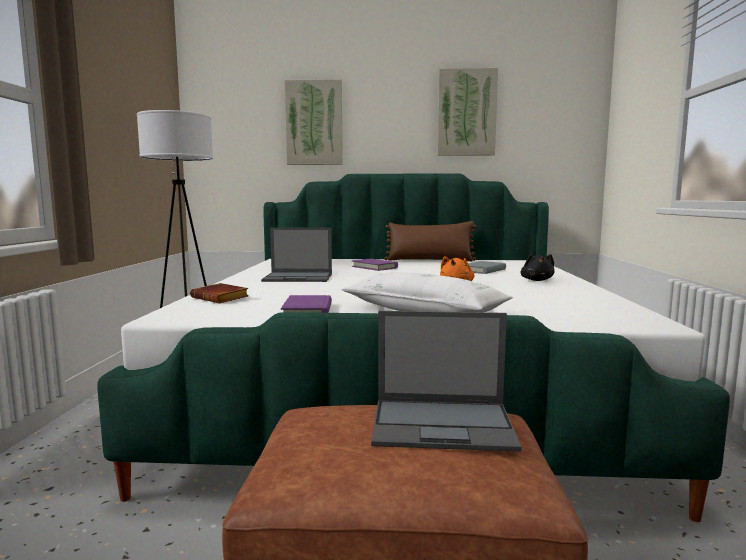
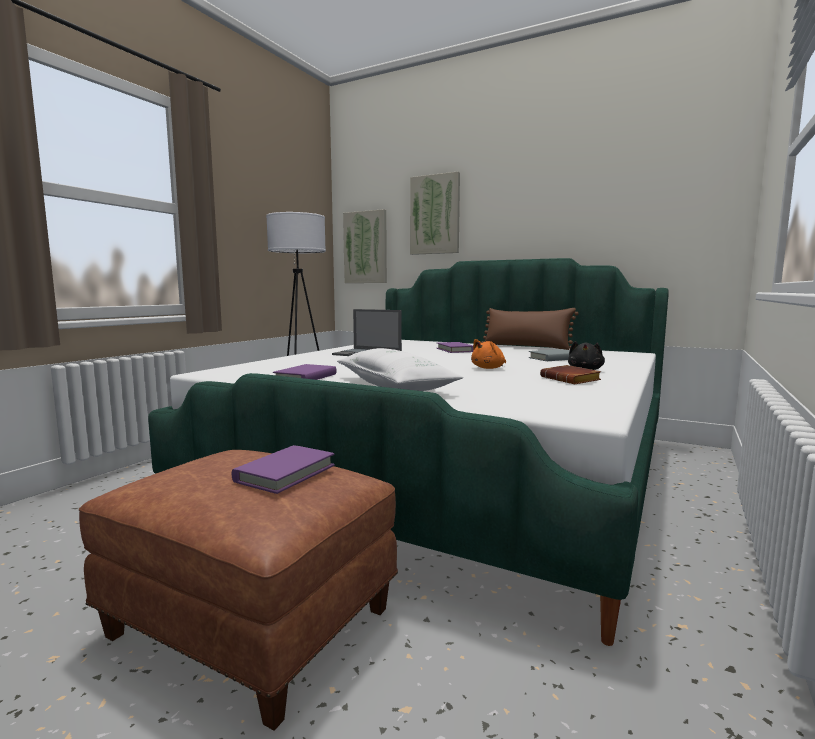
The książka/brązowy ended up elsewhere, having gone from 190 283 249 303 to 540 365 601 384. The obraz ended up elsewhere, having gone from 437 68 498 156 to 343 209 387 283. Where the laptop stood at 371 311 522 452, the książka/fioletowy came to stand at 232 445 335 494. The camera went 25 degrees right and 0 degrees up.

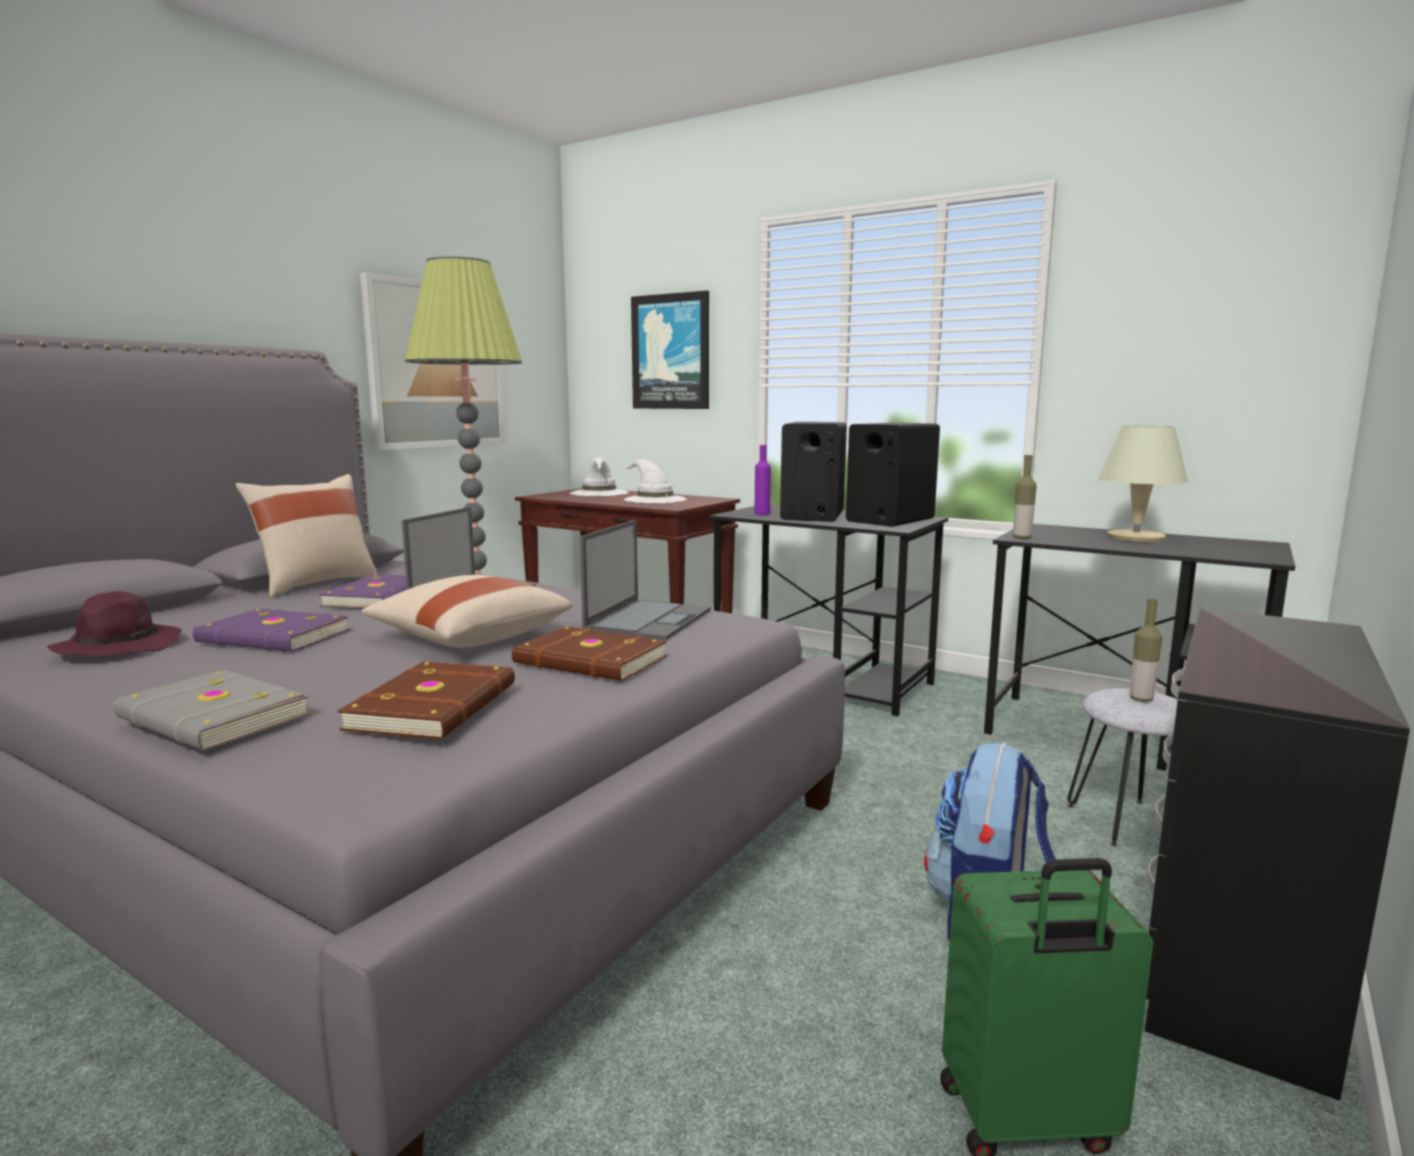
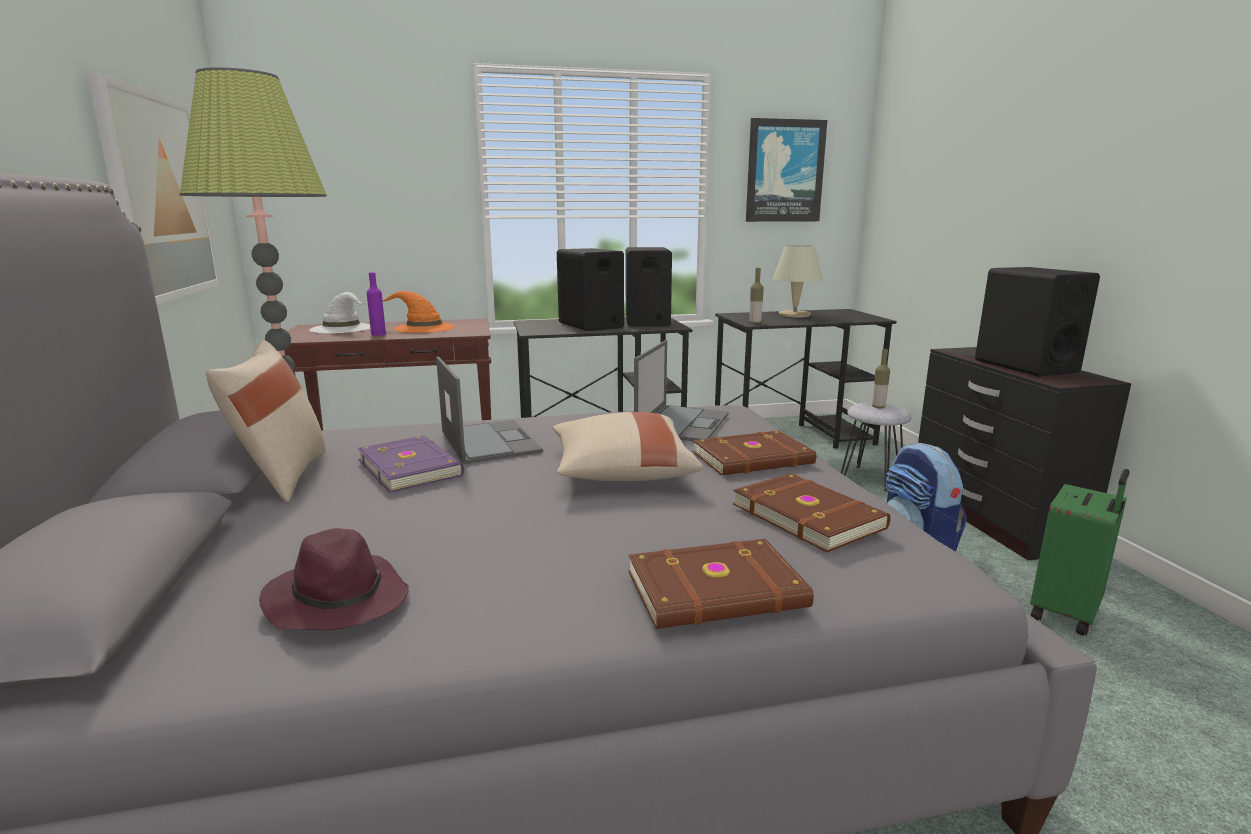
The second view lost the książka/fioletowy at 193 609 349 652. The second view gained the głośnik/czarny at 975 267 1100 377. The obraz ended up elsewhere, having gone from 631 291 709 409 to 746 118 827 222. The butelka/fioletowy ended up elsewhere, having gone from 754 445 771 515 to 366 272 386 336. What was the książka/szary at 113 670 311 750 turned into the książka/brązowy at 628 539 814 629. What was the kapelusz/biały at 624 459 687 503 turned into the kapelusz/pomarańczowy at 382 291 455 333. The laptop at 580 520 711 640 ended up facing another way, 45 degrees clockwise from before. The camera went 45 degrees left and 5 degrees up.

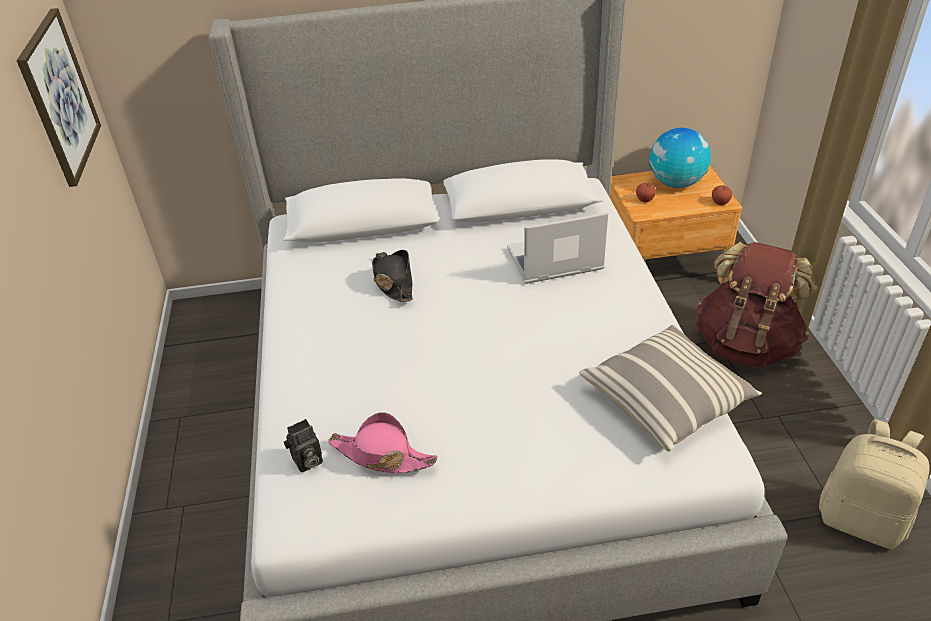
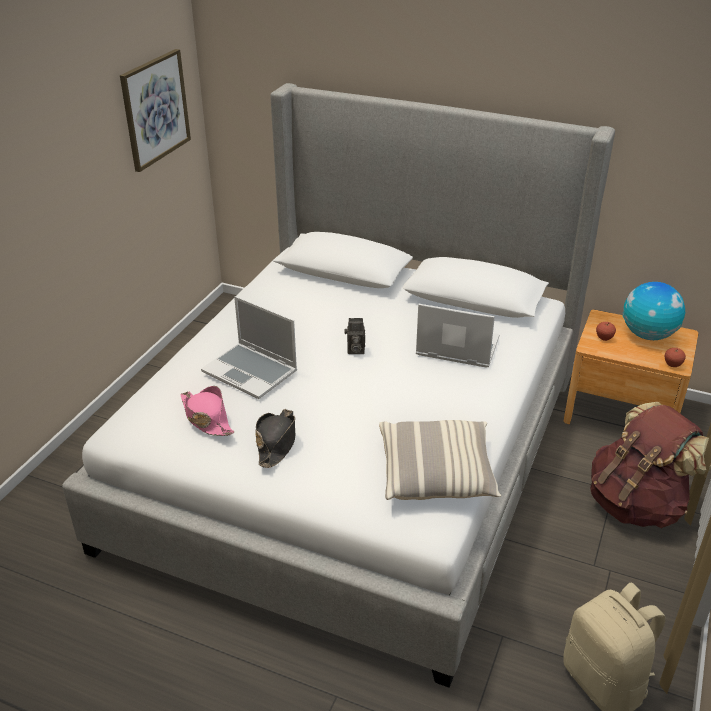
The second view gained the laptop at 201 296 297 399. The aparat fotograficzny ended up elsewhere, having gone from 284 419 323 473 to 344 318 365 354. The kapelusz/czarny ended up elsewhere, having gone from 372 250 413 302 to 255 409 295 468. The camera went 30 degrees right and 5 degrees down.

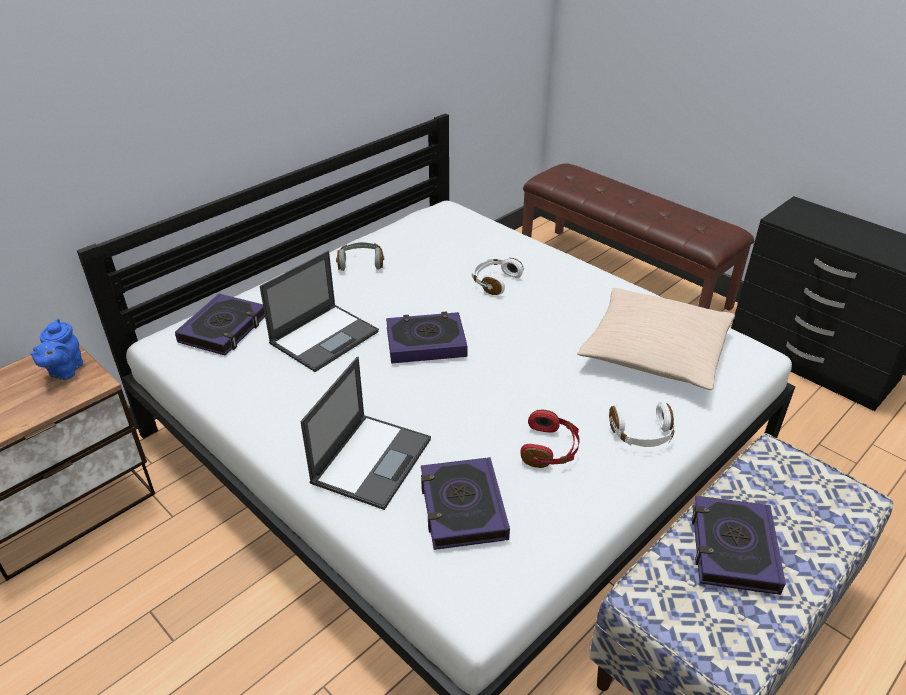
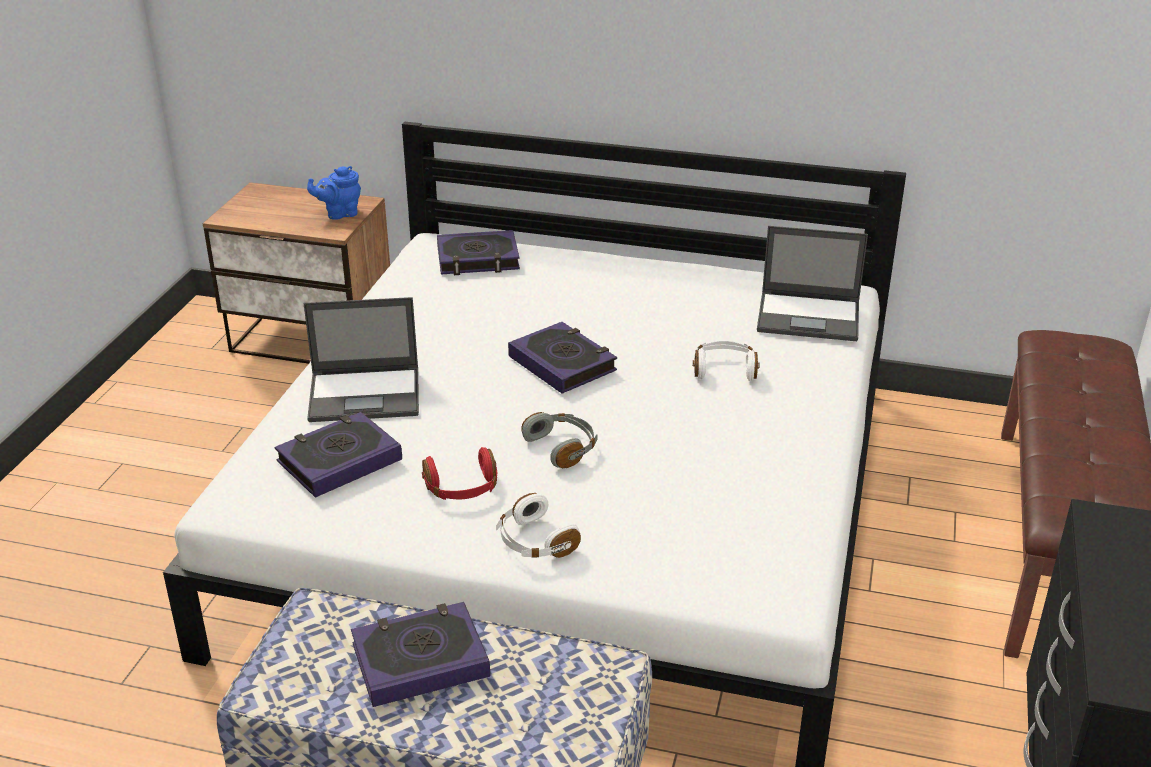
The second view lost the poduszka/beżowy at 577 288 735 390. The laptop ended up elsewhere, having gone from 260 251 379 372 to 757 226 868 341. The słuchawki/szary ended up elsewhere, having gone from 336 242 384 271 to 521 412 597 468. The camera went 60 degrees right and 5 degrees down.

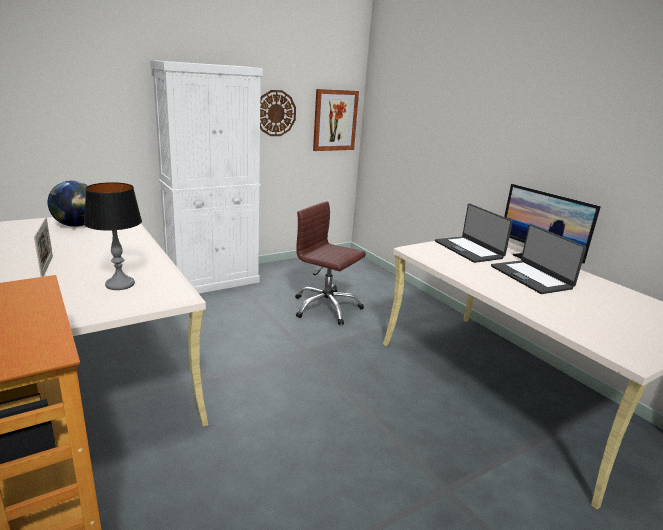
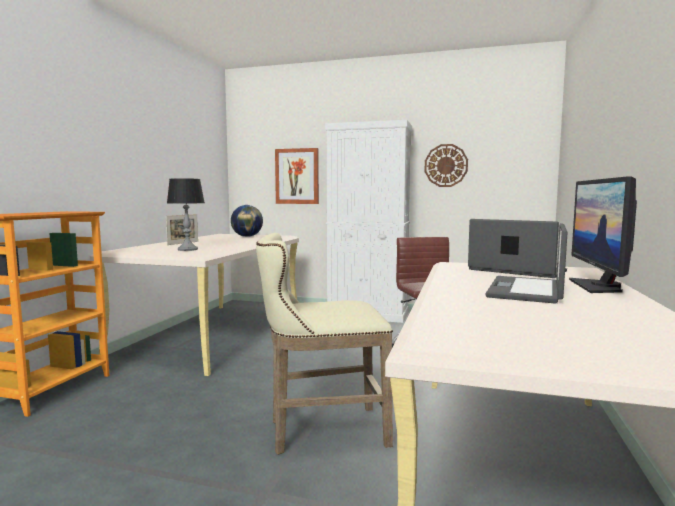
The second view gained the stołek/beżowy at 256 233 393 455. The obraz ended up elsewhere, having gone from 313 89 359 151 to 275 148 319 204. The laptop at 435 203 513 263 ended up facing another way, 105 degrees clockwise from before. The camera went 50 degrees right and 15 degrees down.

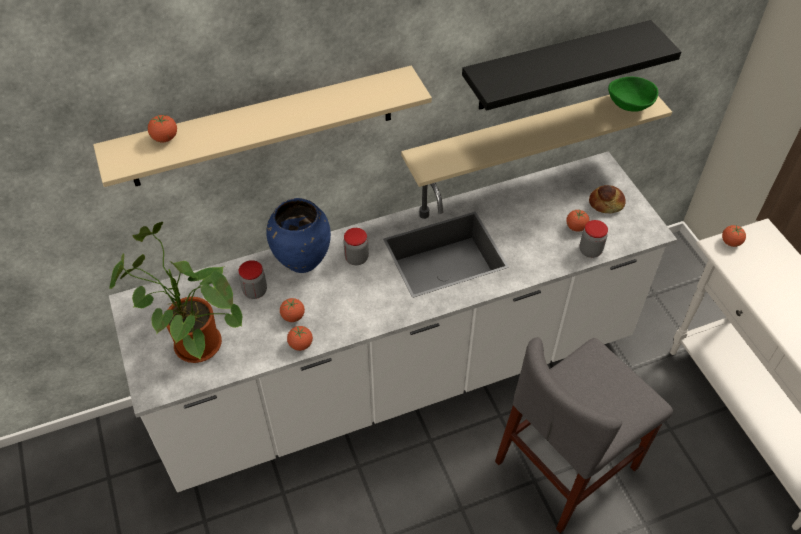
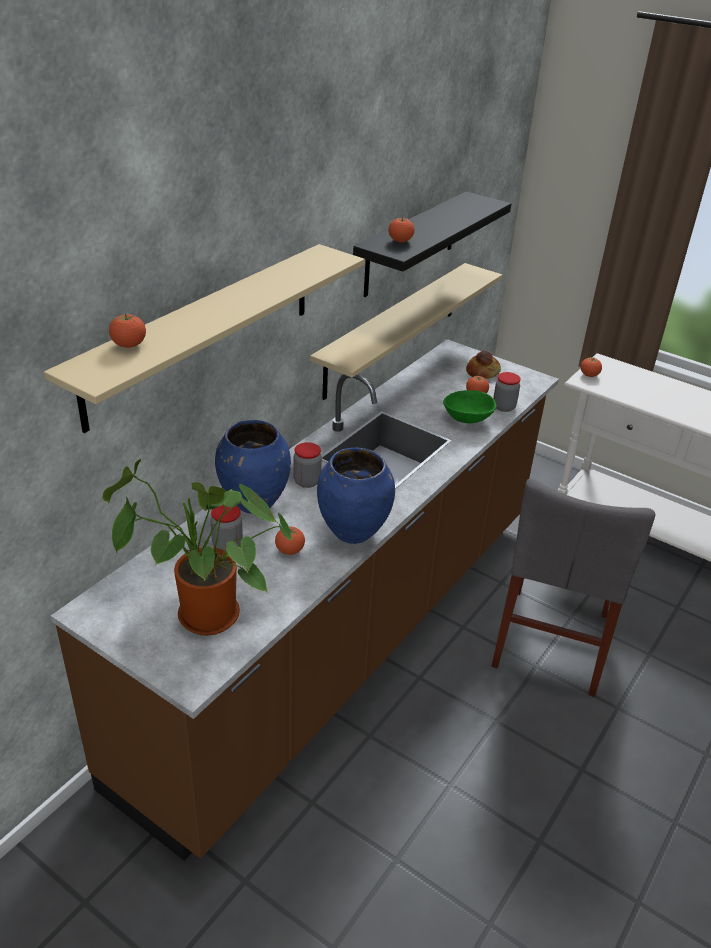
The second view gained the wazon/niebieski at 317 448 395 544. The pomidor ended up elsewhere, having gone from 287 326 313 351 to 388 217 415 242. The miska/zielony ended up elsewhere, having gone from 608 77 658 112 to 443 390 496 423. What was the zabudowa kuchenna/biały at 109 151 677 492 turned into the zabudowa kuchenna/brązowy at 51 339 559 861. The camera went 35 degrees left and 15 degrees down.

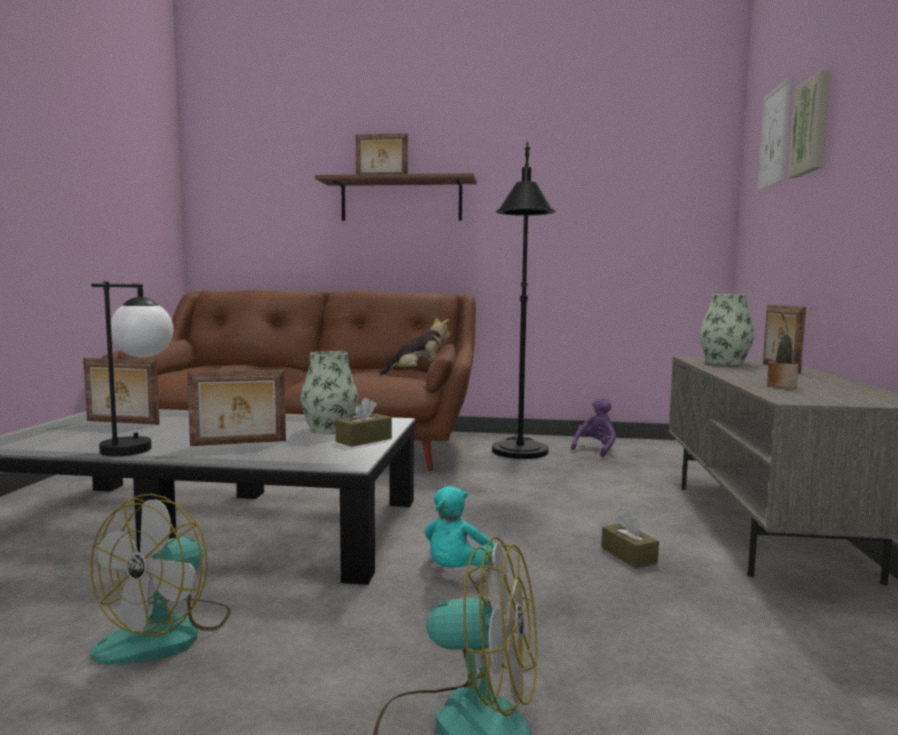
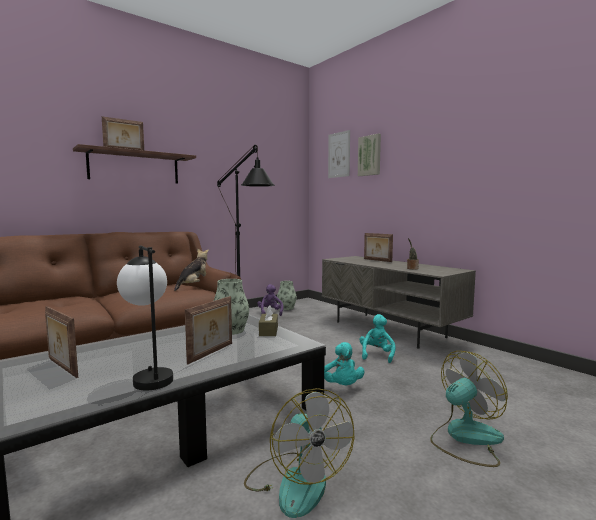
The wazon ended up elsewhere, having gone from 700 294 754 365 to 277 281 297 310. Where the pudełko chusteczek/brązowy stood at 601 512 659 569, the pluszak/turkusowy came to stand at 360 314 396 363. The ramka na zdjęcie at 83 358 160 425 ended up facing another way, 75 degrees clockwise from before. The camera went 45 degrees left and 0 degrees up.

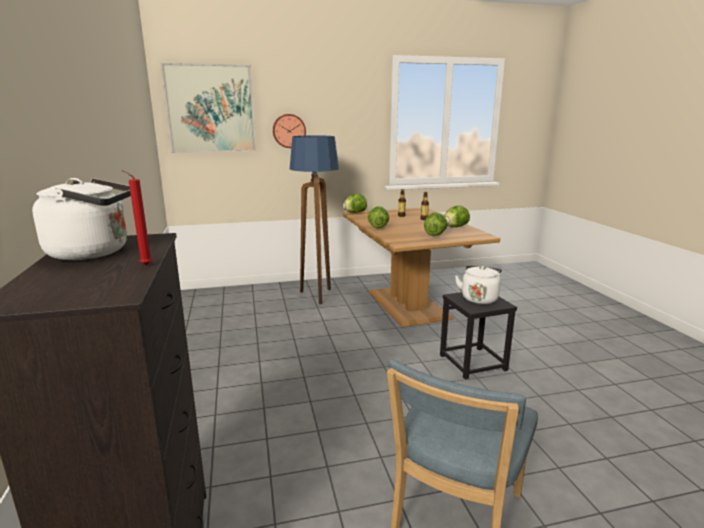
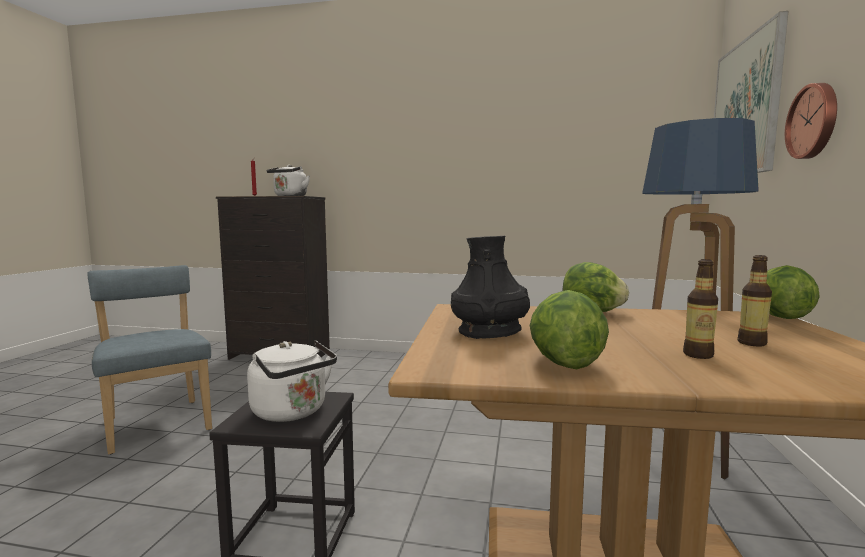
Where the sałata stood at 424 212 448 236, the wazon/czarny came to stand at 451 235 530 339. The camera went 115 degrees right and 10 degrees down.

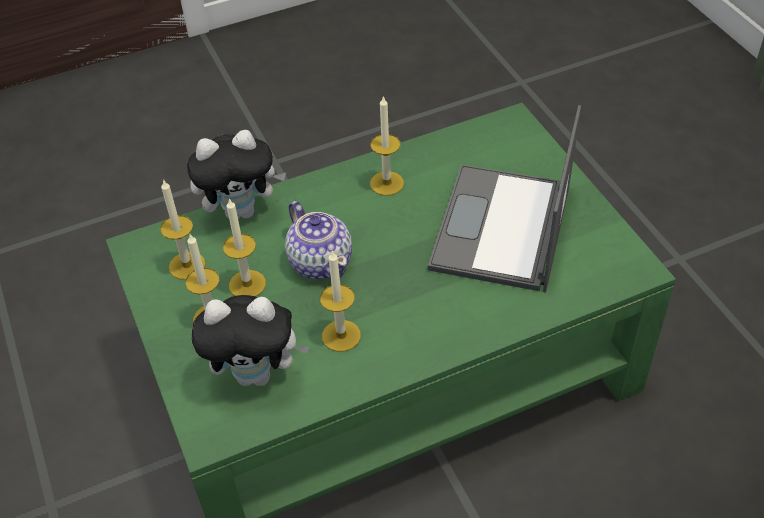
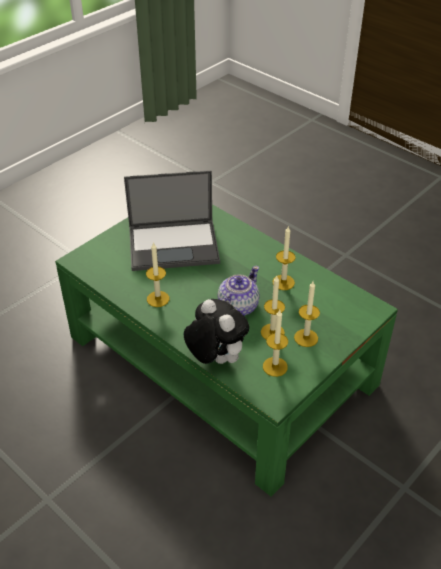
The second view lost the pluszak at 192 295 310 386. The camera went 115 degrees left and 5 degrees down.

